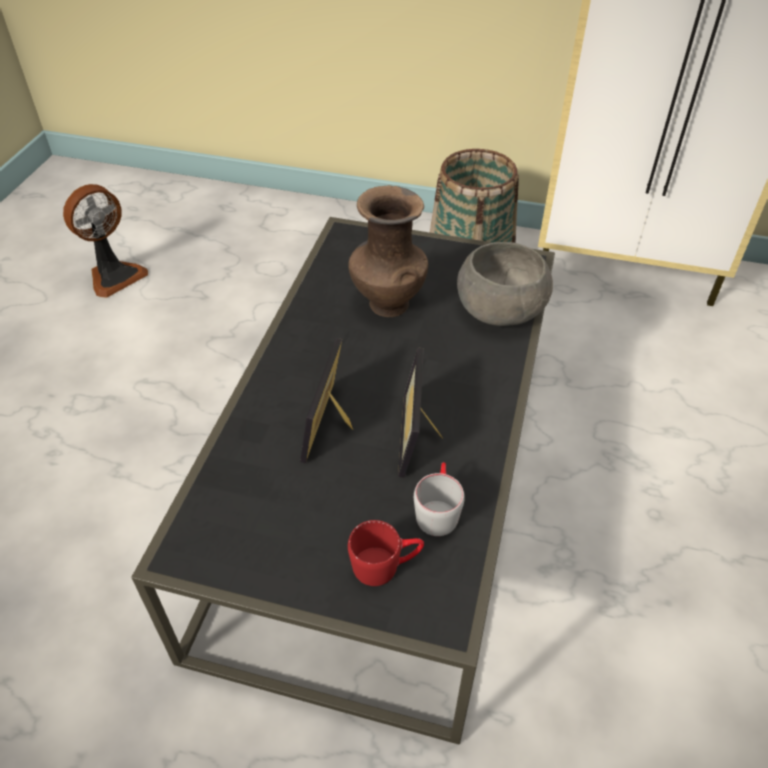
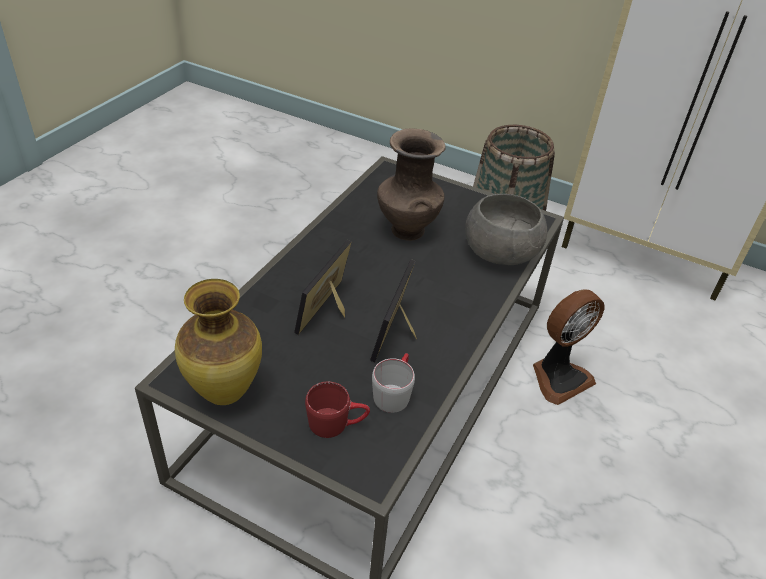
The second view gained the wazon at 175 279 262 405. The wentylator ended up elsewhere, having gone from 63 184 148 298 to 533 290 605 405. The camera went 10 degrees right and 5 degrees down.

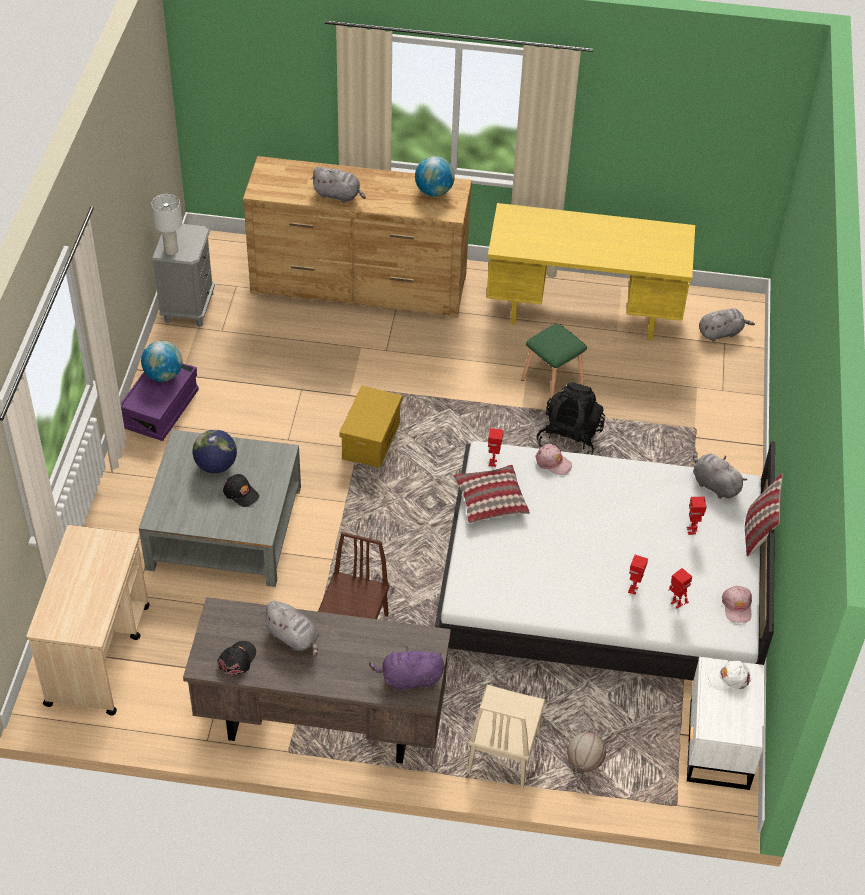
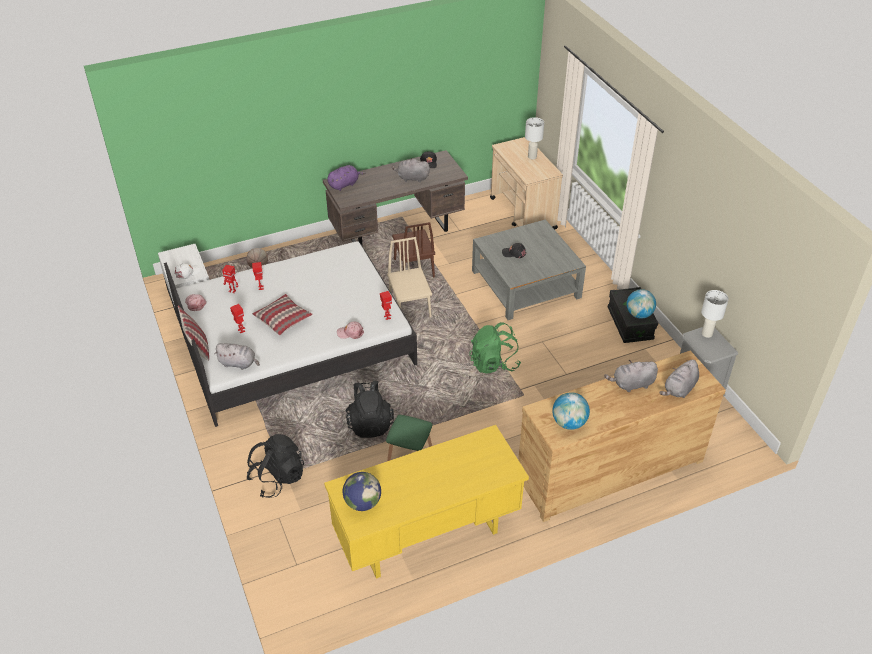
The second view gained the plecak/czarny at 247 434 304 498. The second view gained the lampa stołowa/biały at 525 117 544 159. The globus ended up elsewhere, having gone from 192 429 237 473 to 343 472 381 511. The poduszka ended up elsewhere, having gone from 454 465 530 523 to 252 294 313 335. The krzesło/beżowy ended up elsewhere, having gone from 467 685 546 789 to 387 237 432 317. The pluszak/szary ended up elsewhere, having gone from 699 308 755 341 to 659 360 699 398. Where the pojemnik do przechowywania/żółty stood at 339 385 402 468, the plecak/zielony came to stand at 469 322 521 374. What was the pojemnik do przechowywania/fioletowy at 120 363 199 441 turned into the pojemnik do przechowywania/czarny at 608 287 658 343. The camera went 150 degrees right and 5 degrees down.

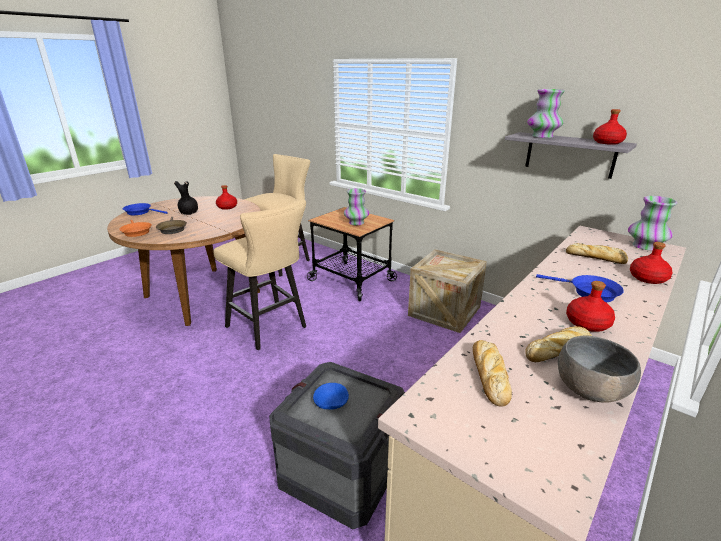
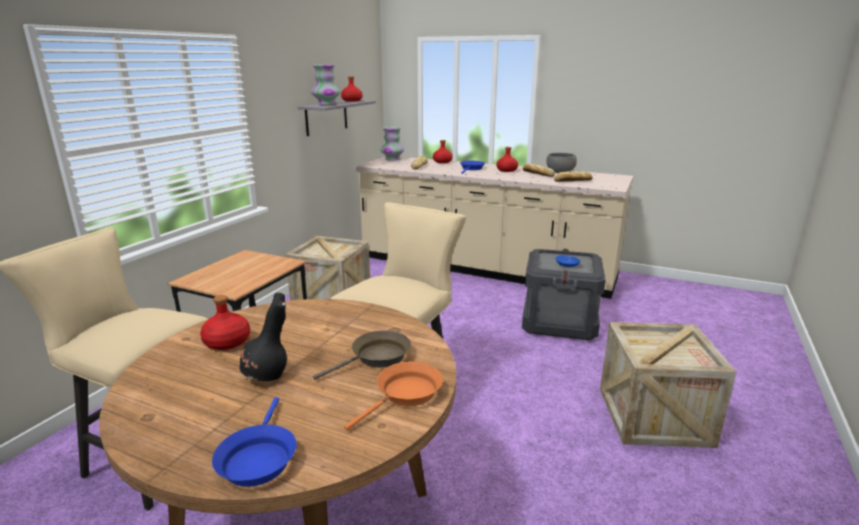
The second view lost the wazon at 344 188 369 225. The second view gained the skrzynka at 600 322 737 448. The camera went 105 degrees left and 5 degrees down.

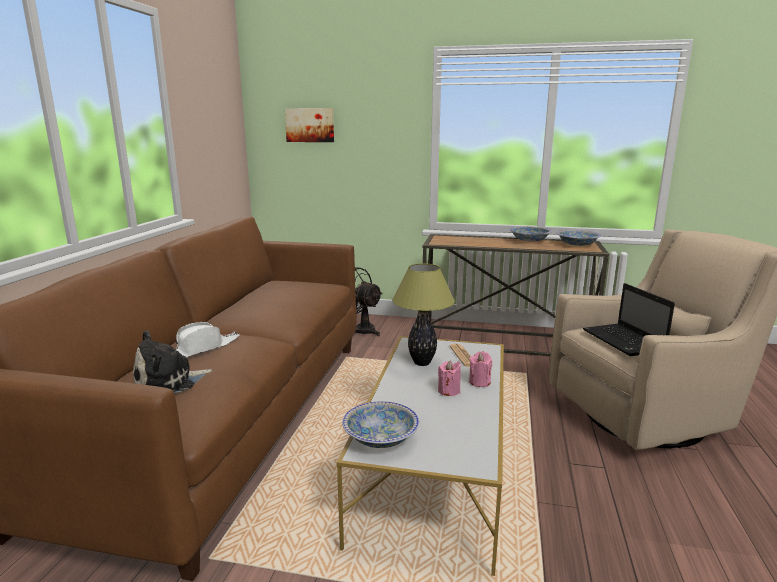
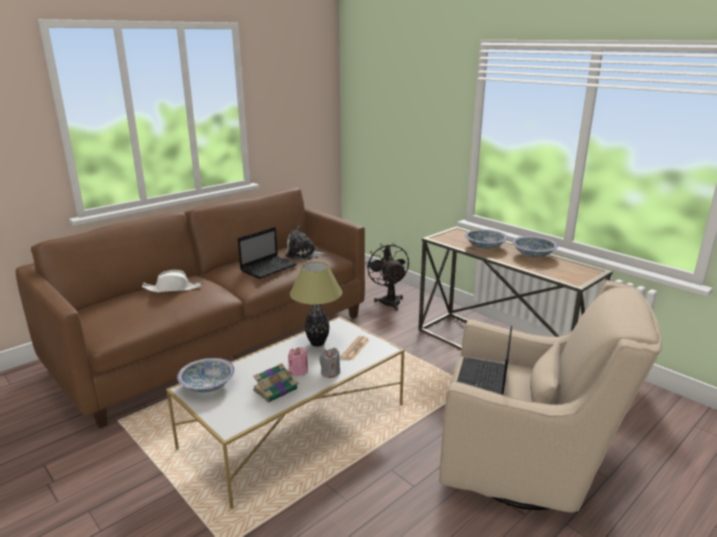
The second view lost the obraz at 285 108 334 142. The second view gained the laptop at 238 227 298 279. The second view gained the książka at 253 363 299 403. The pluszak ended up elsewhere, having gone from 133 331 212 393 to 286 226 327 259. The miska ended up elsewhere, having gone from 557 230 601 246 to 465 229 508 249. What was the świeca/różowy at 469 351 492 387 turned into the świeca/szary at 319 348 340 378. The camera went 35 degrees right and 5 degrees up.

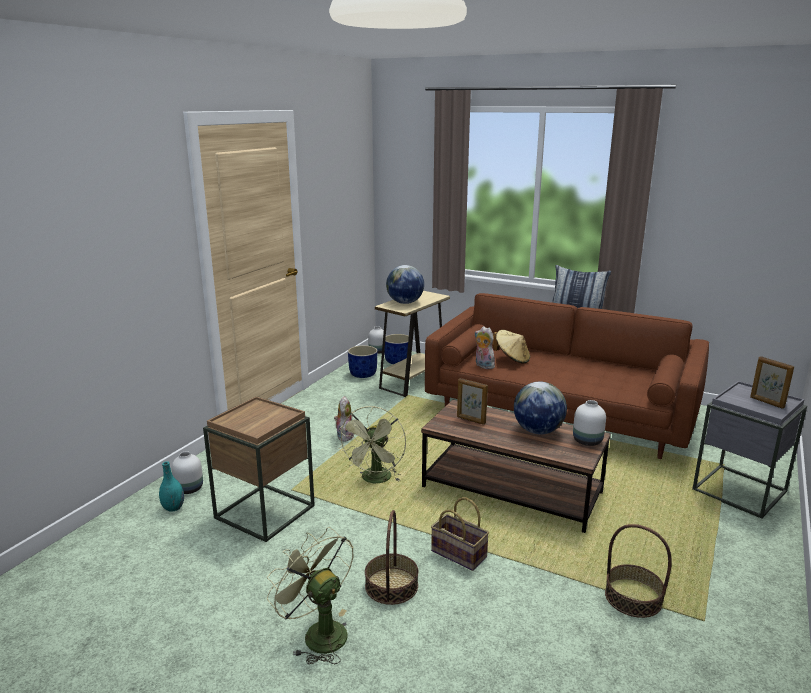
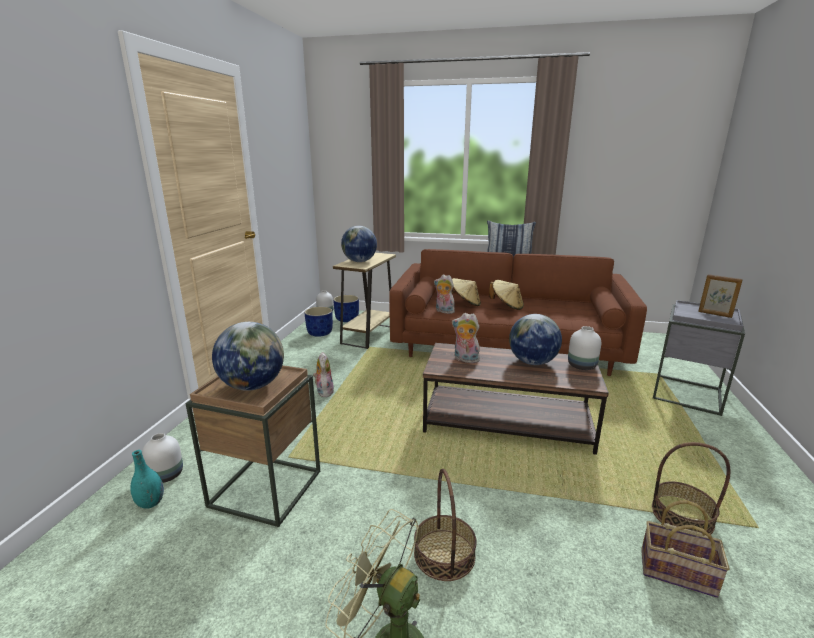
The second view lost the wentylator/zielony at 338 406 406 483. The second view gained the globus at 212 322 284 391. The second view gained the kapelusz/beżowy at 489 280 524 310. The koszyk ended up elsewhere, having gone from 431 497 489 571 to 641 500 729 598. Where the ramka na zdjęcie stood at 457 378 488 425, the pluszak came to stand at 452 313 480 363. The camera went 15 degrees left and 0 degrees up.

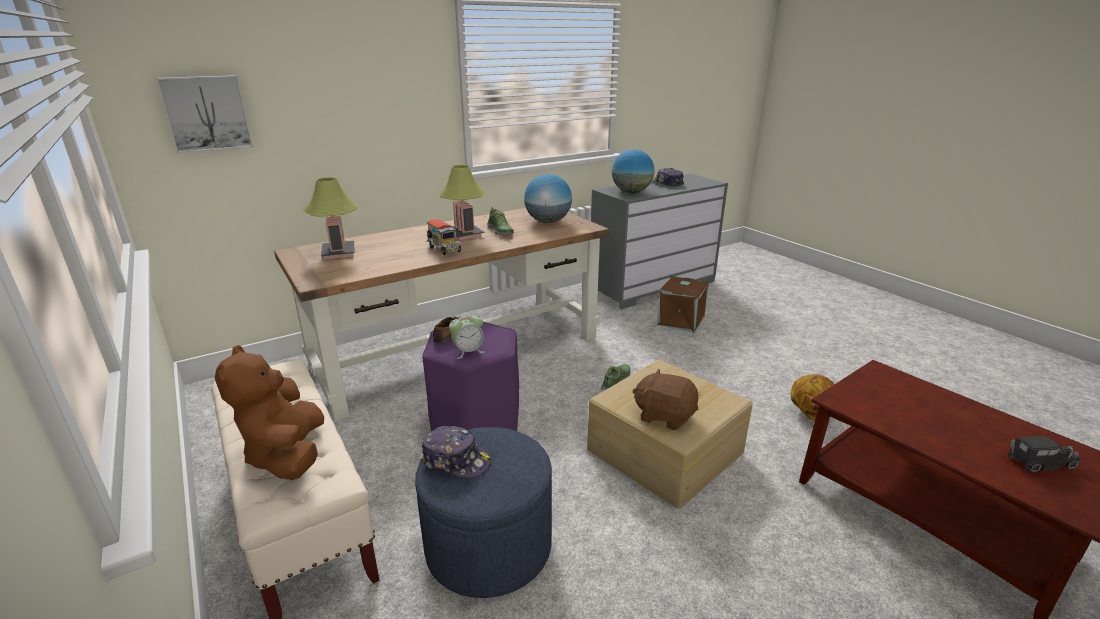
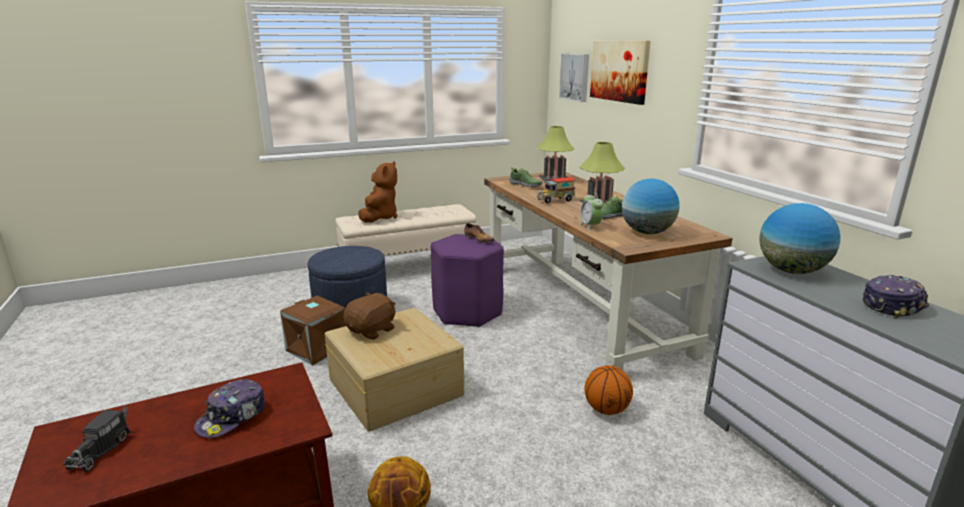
The second view gained the piłka do koszykówki at 584 365 633 415. The second view gained the obraz at 590 41 651 105. The czapka z daszkiem ended up elsewhere, having gone from 420 426 491 478 to 194 379 265 438. The budzik ended up elsewhere, having gone from 449 312 485 359 to 580 192 603 231. The but ended up elsewhere, having gone from 601 364 631 390 to 509 167 542 187. The pojemnik do przechowywania/brązowy ended up elsewhere, having gone from 657 276 709 333 to 280 296 346 366. The pluszak/brązowy at 215 345 324 480 ended up facing another way, 105 degrees clockwise from before. The camera went 100 degrees right and 5 degrees down.

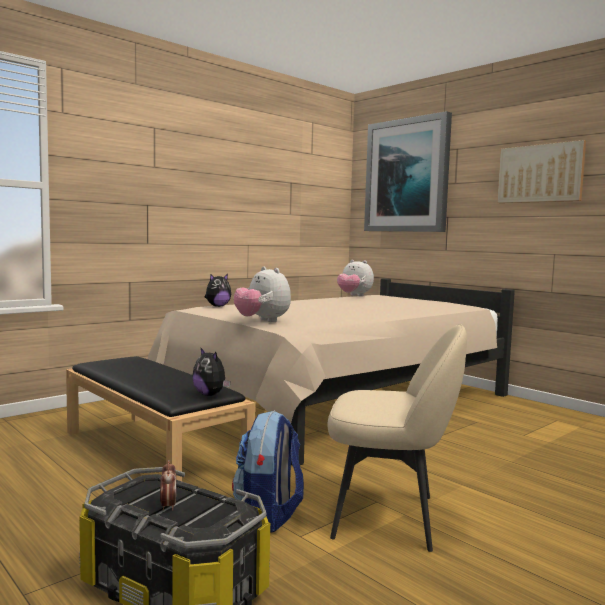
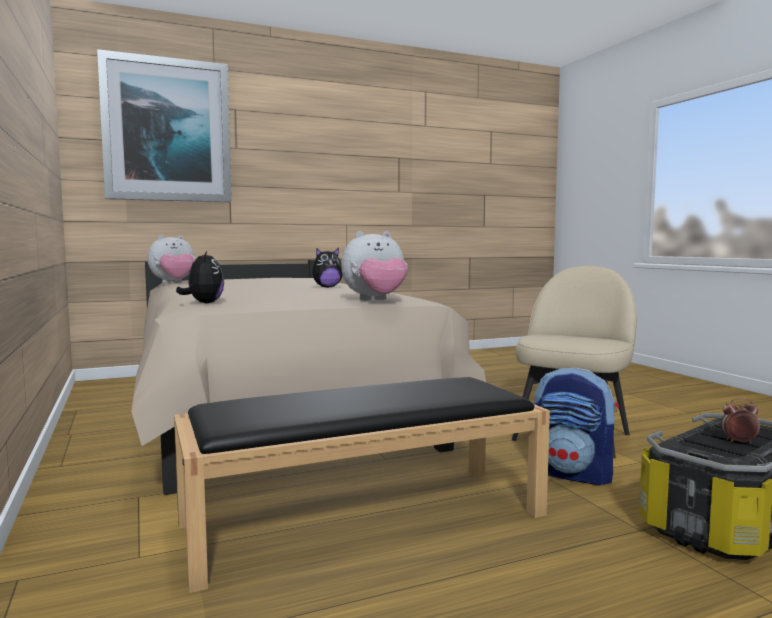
The second view lost the obraz at 497 140 586 203. The pluszak ended up elsewhere, having gone from 192 348 230 396 to 312 248 343 288. The camera went 70 degrees left and 0 degrees up.

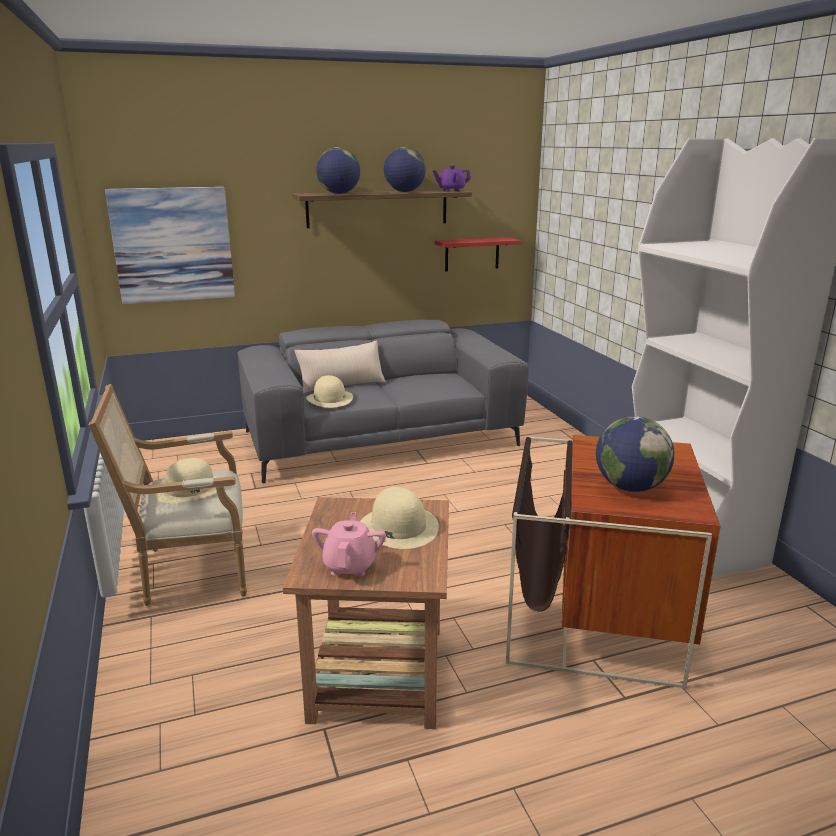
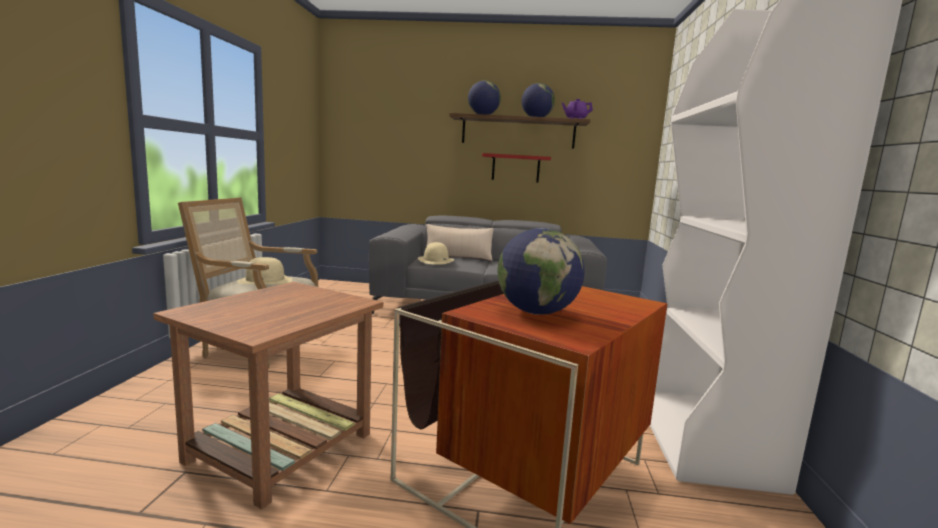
The second view lost the obraz at 105 186 235 304. The second view lost the imbryk/różowy at 312 512 386 577. The second view lost the kapelusz/beżowy at 360 487 439 549. The półka/czerwony ended up elsewhere, having gone from 435 237 521 272 to 482 153 551 182. The camera went 25 degrees right and 10 degrees down.

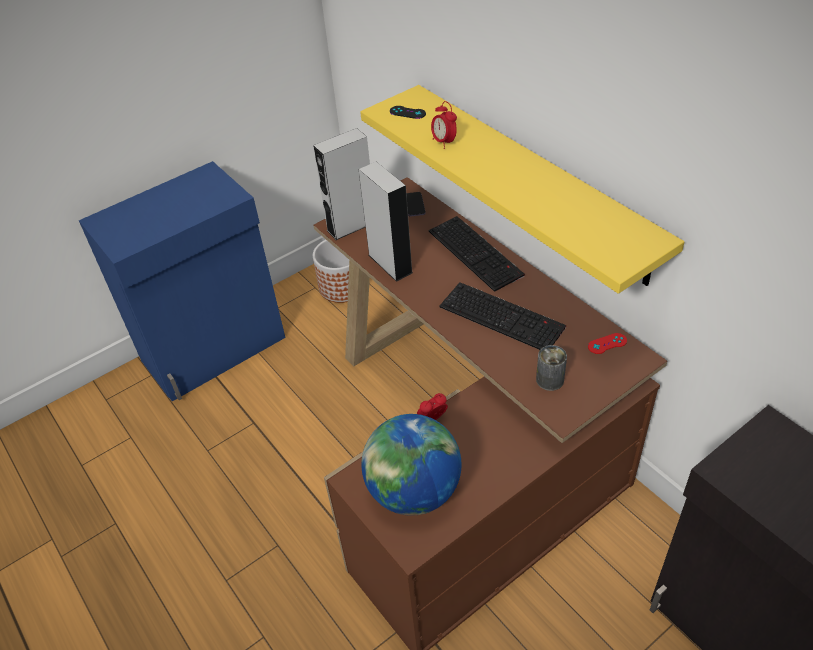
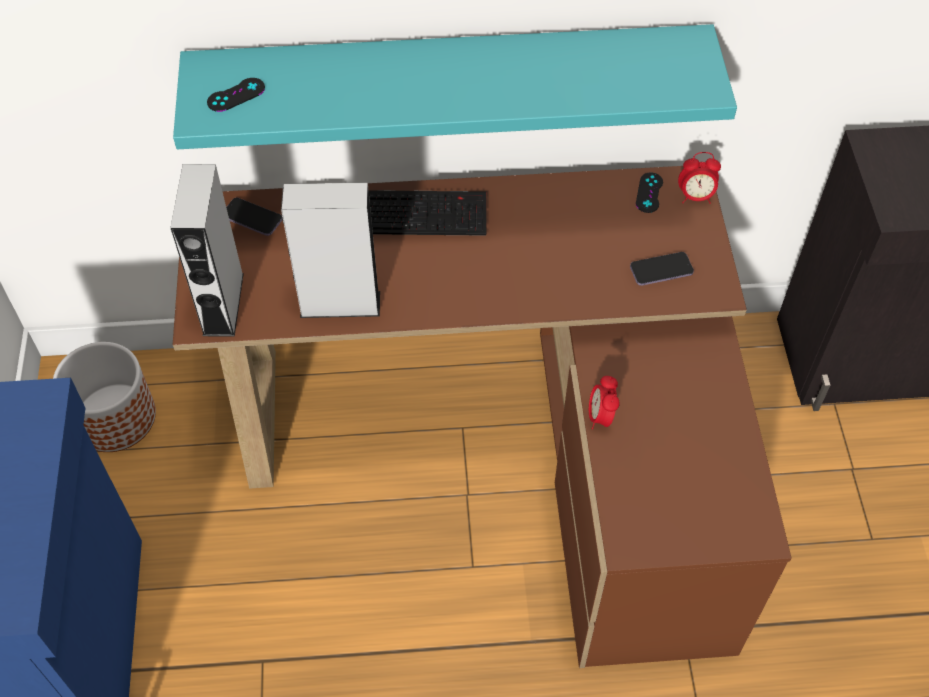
The second view lost the globus at 361 414 462 516. The second view lost the klawiatura at 439 282 566 350. The budzik ended up elsewhere, having gone from 431 101 457 149 to 678 152 721 204. Where the puszka stood at 536 345 567 391, the telefon came to stand at 630 252 694 286. What was the półka/żółty at 360 85 684 294 turned into the półka/turkusowy at 173 24 737 149. What was the pad do gier/czerwony at 588 333 627 354 turned into the pad do gier/czarny at 636 172 663 213. The camera went 60 degrees left and 10 degrees up.

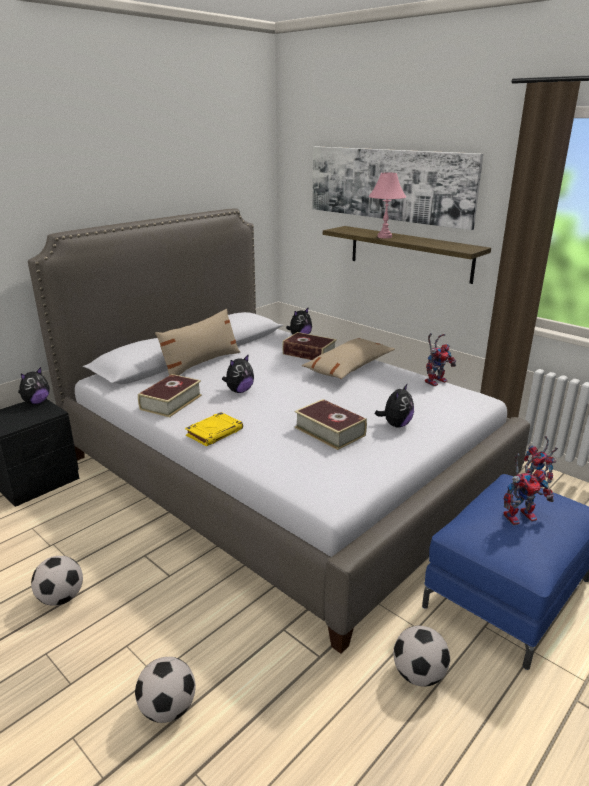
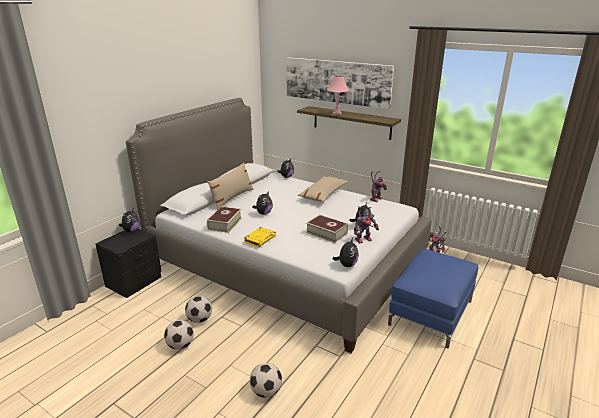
The second view lost the książka at 282 332 337 360. The second view gained the pluszak at 332 238 359 267. The piłka futbolowa ended up elsewhere, having gone from 393 626 450 687 to 185 296 212 323. The robot zabawkowy ended up elsewhere, having gone from 503 453 554 525 to 354 206 379 243. The camera went 10 degrees left and 0 degrees up.

